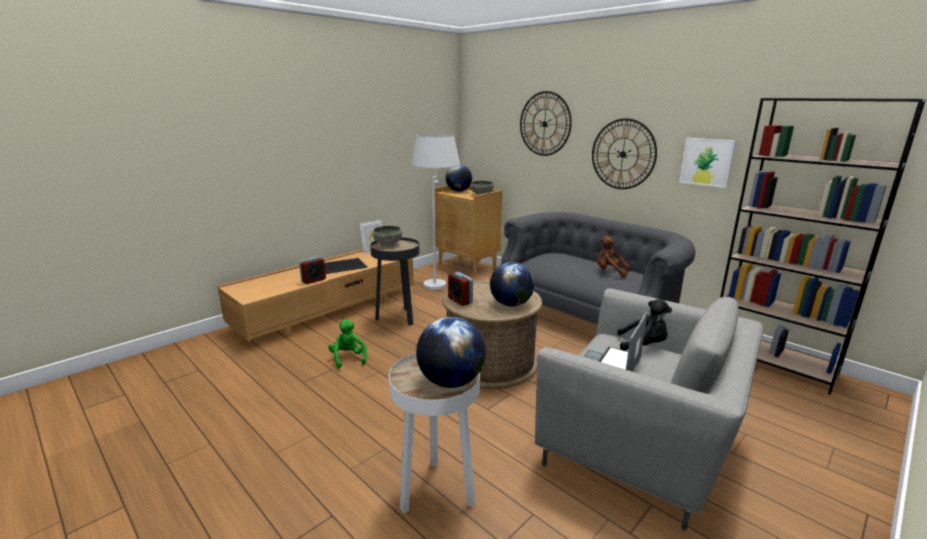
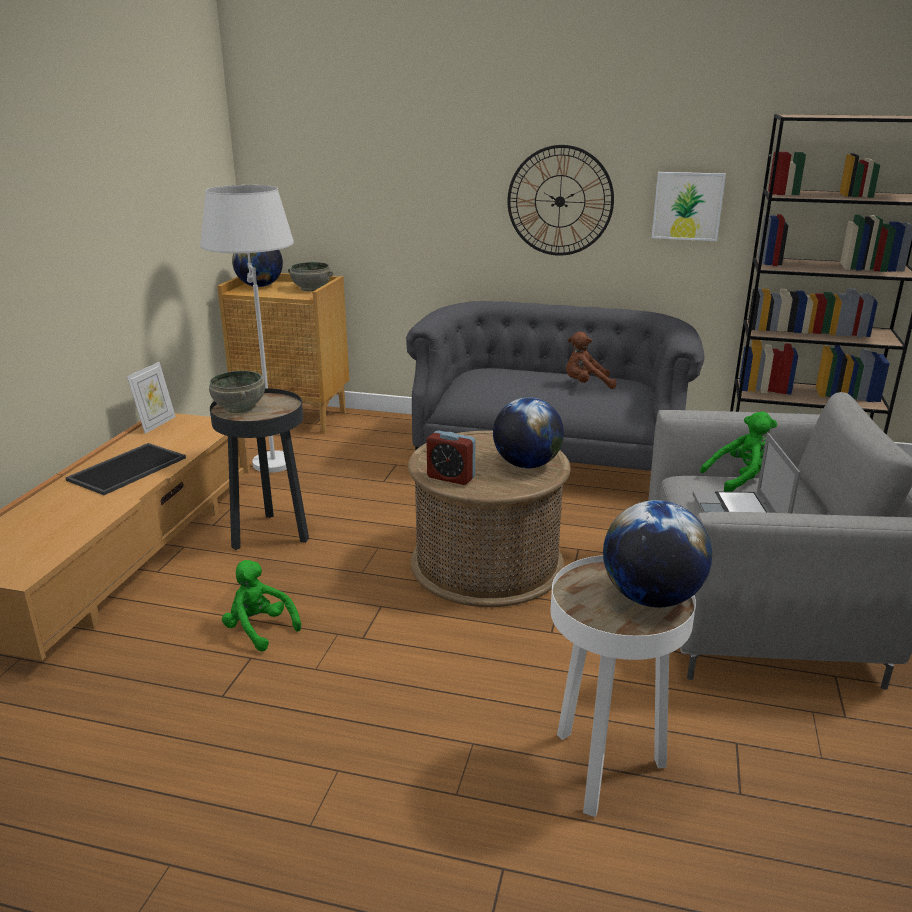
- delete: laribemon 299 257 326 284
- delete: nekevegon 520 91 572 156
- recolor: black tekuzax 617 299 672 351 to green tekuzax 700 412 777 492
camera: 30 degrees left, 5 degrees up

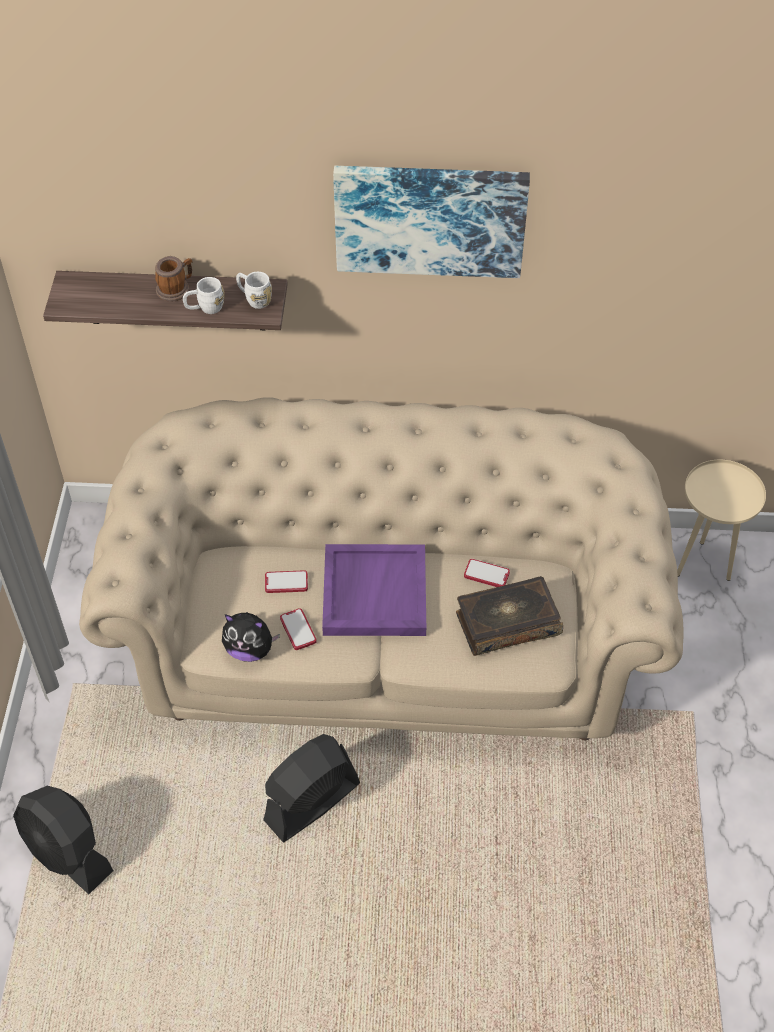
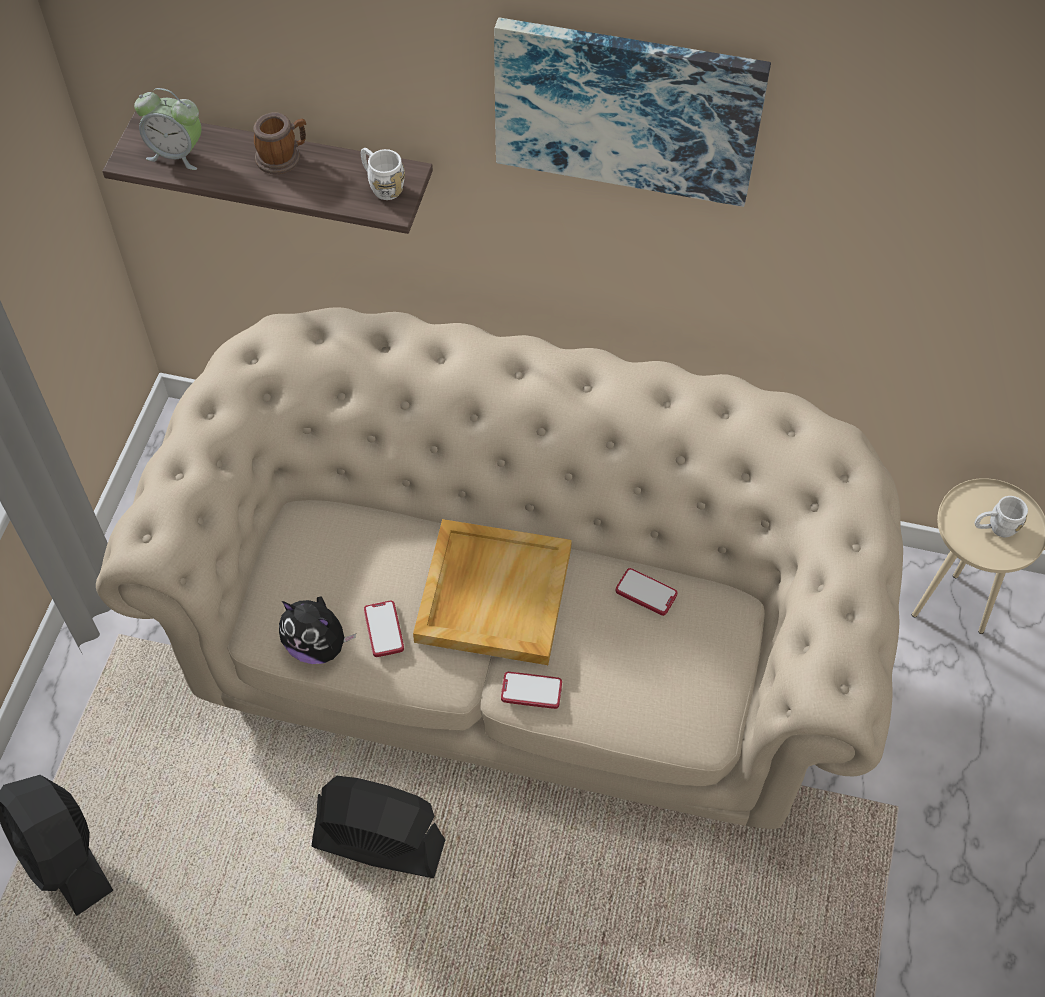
- move: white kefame 183 277 225 314 to 975 496 1028 537
- rotate: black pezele 263 734 360 843 = 311 776 446 878 45 degrees clockwise
- move: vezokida 265 571 308 593 to 501 672 562 709
- recolor: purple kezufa 322 544 426 636 to beige kezufa 413 519 572 665
- delete: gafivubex 456 576 563 656
- insert: laribemon 134 88 201 170
camera: 10 degrees right, 5 degrees up

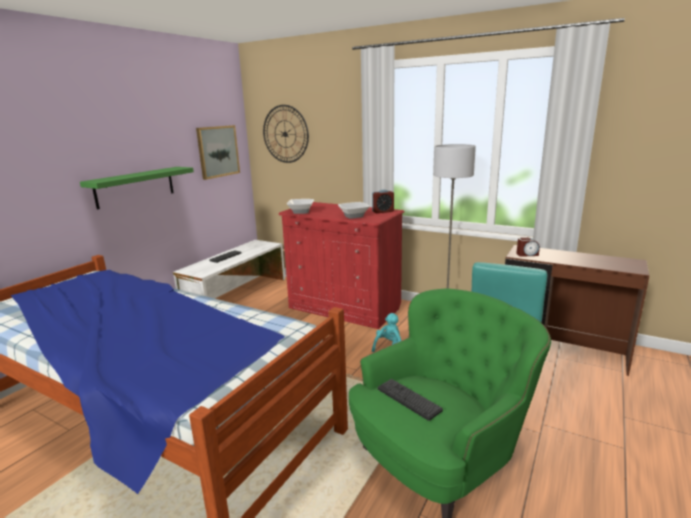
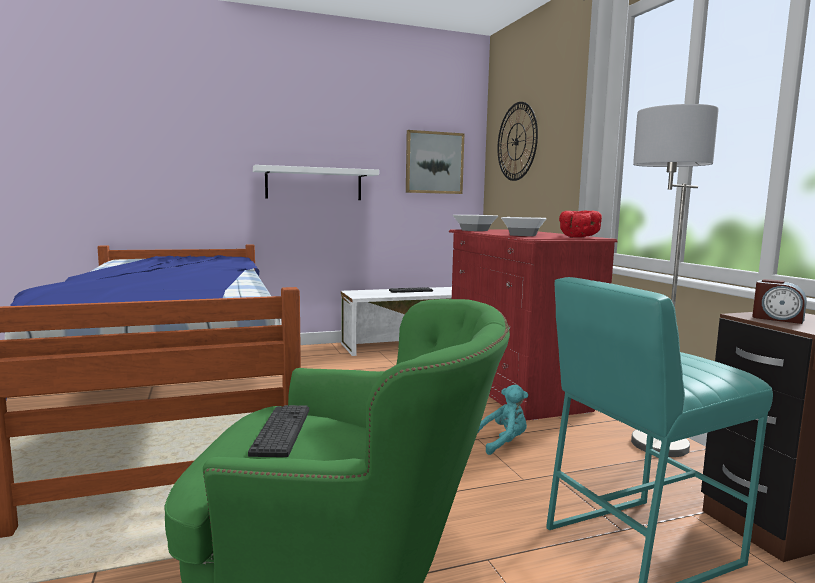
- recolor: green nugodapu 80 167 194 209 to white nugodapu 253 165 379 200
- replace: laribemon 372 190 394 213 to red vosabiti 559 211 602 237
camera: 40 degrees right, 10 degrees down

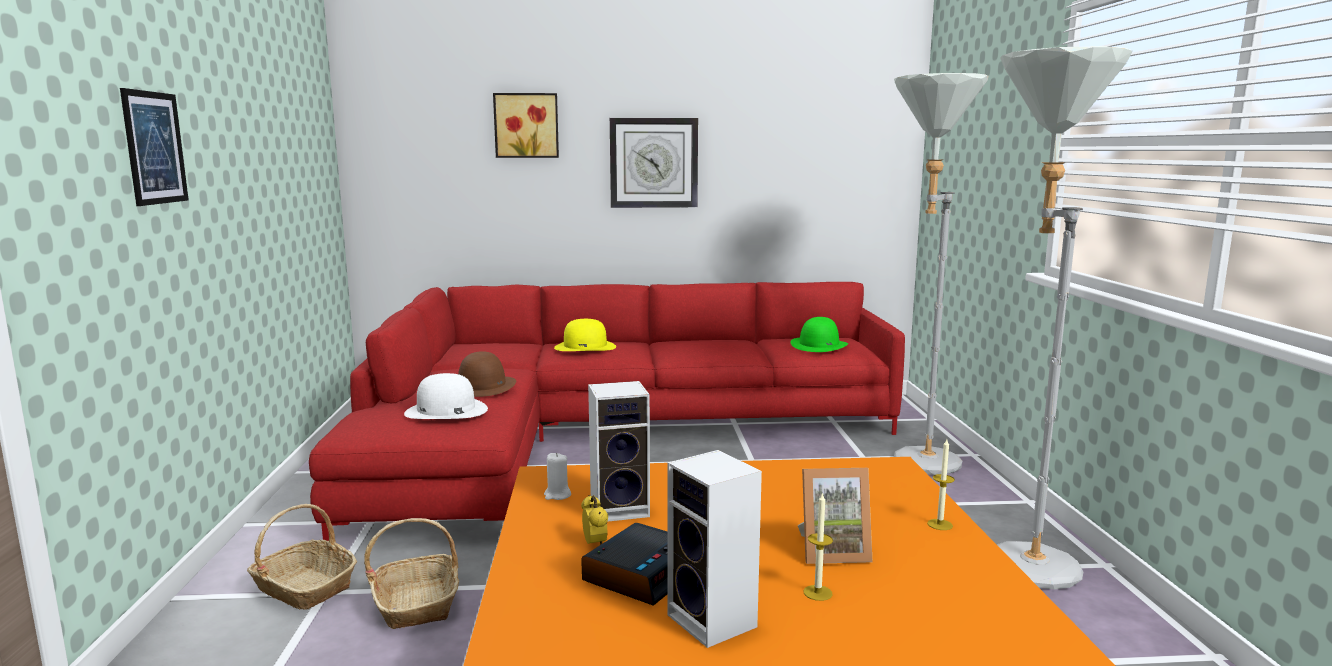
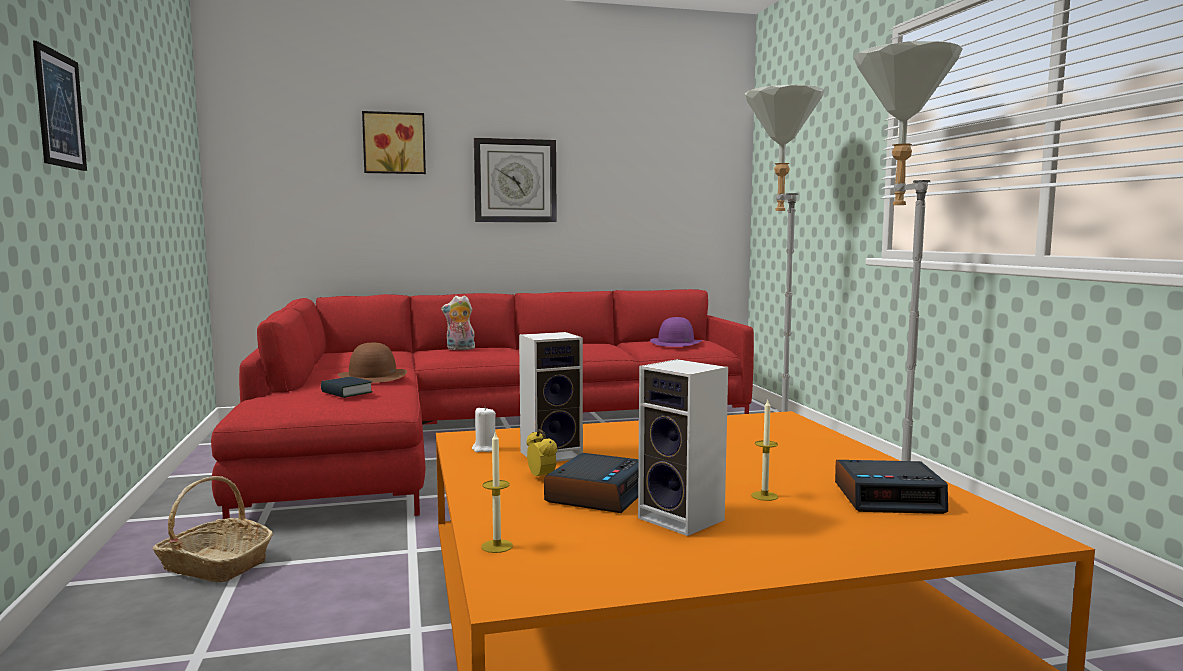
- delete: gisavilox 364 518 459 629
- replace: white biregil 404 373 488 419 to gafivubex 321 377 373 398
- replace: yellow biregil 554 319 616 351 to tekuzax 441 295 475 350
- recolor: green biregil 790 317 848 352 to purple biregil 650 317 702 347
- delete: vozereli 798 468 873 564
- move: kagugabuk 927 439 955 530 to 481 432 513 553
- insert: laribemon 835 460 948 514
camera: 10 degrees left, 5 degrees down

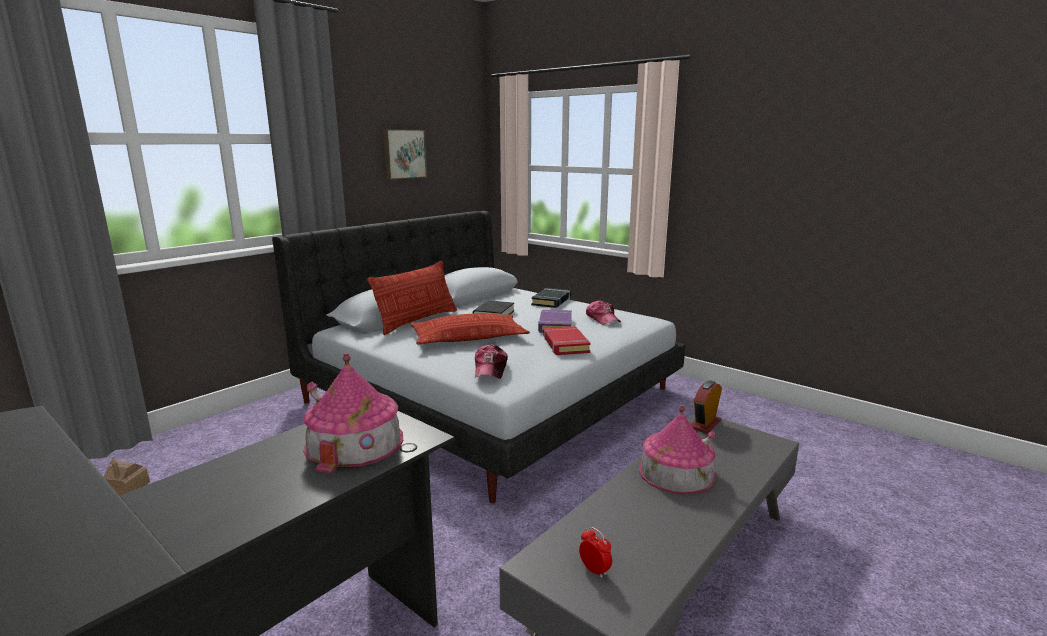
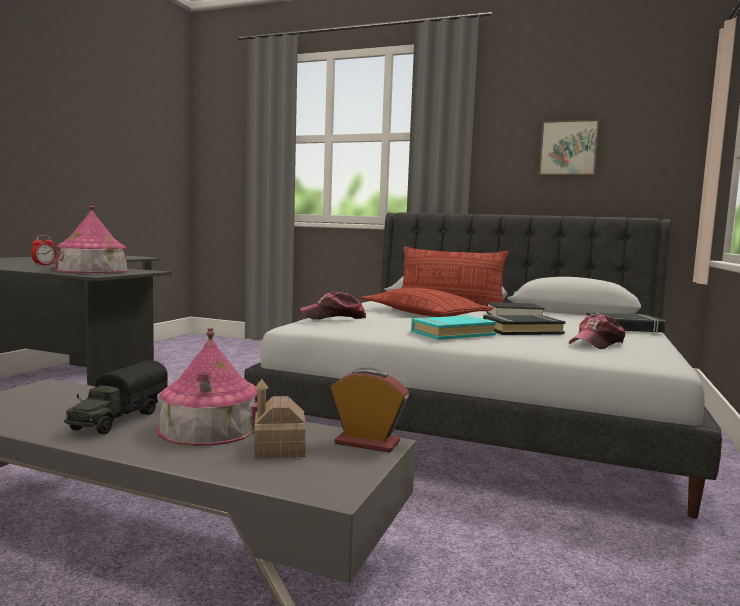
- move: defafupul 104 458 150 496 to 254 379 306 458
- recolor: purple gafivubex 538 310 572 333 to black gafivubex 483 314 566 335
- recolor: red gafivubex 543 326 591 355 to turquoise gafivubex 411 315 497 340
- move: laribemon 579 527 612 578 to 31 235 56 265
- insert: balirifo 64 360 168 434
camera: 70 degrees right, 10 degrees down

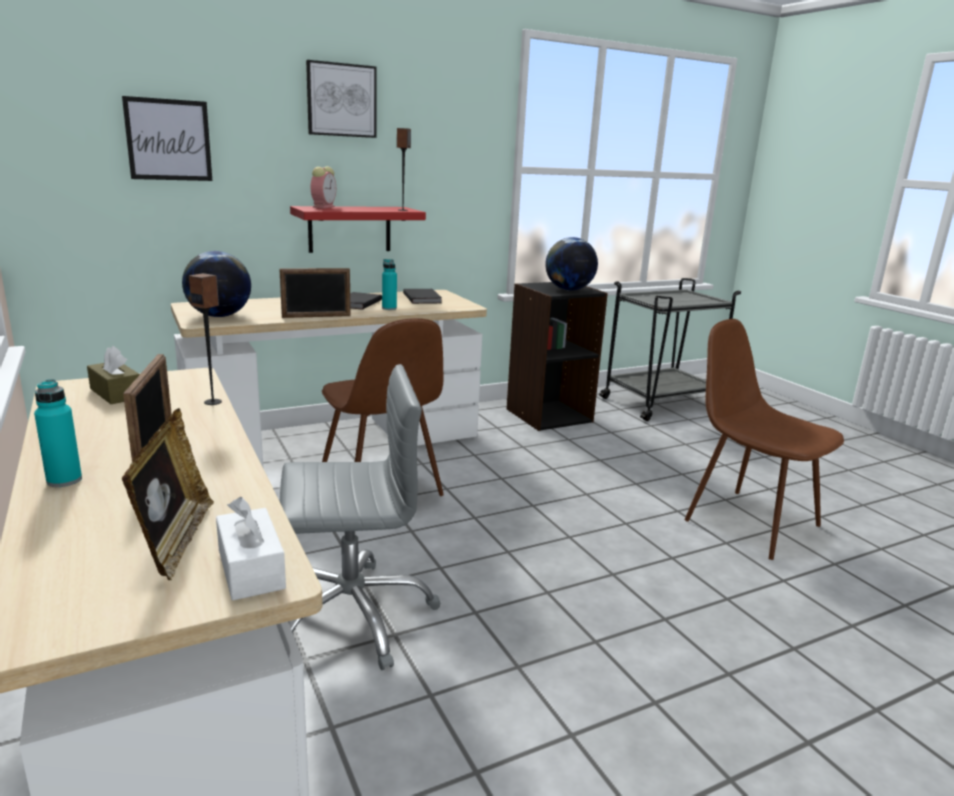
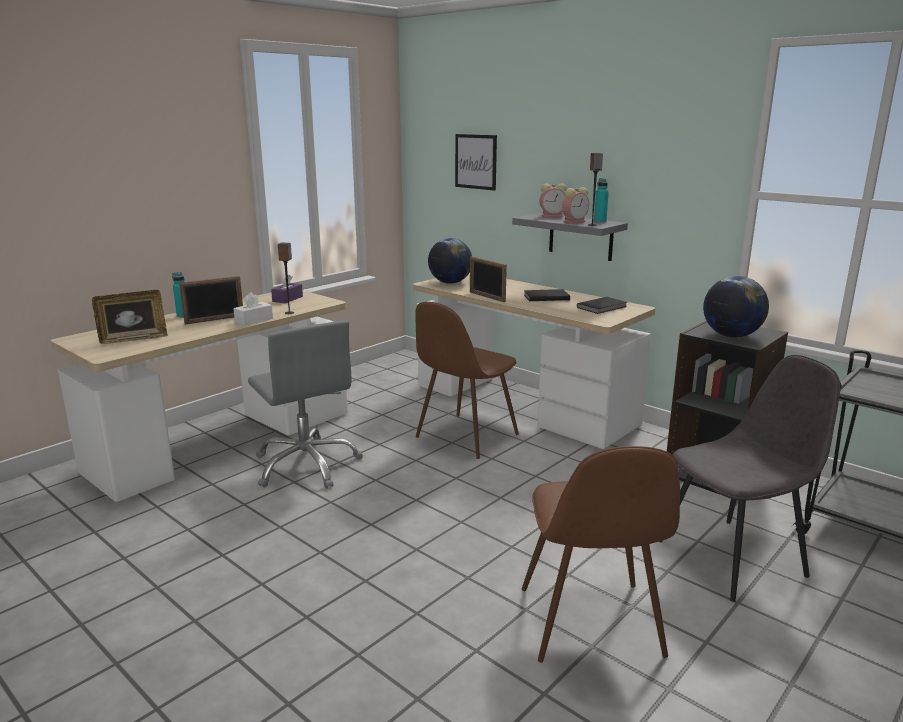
- recolor: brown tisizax 87 346 140 404 to purple tisizax 271 275 303 303
- move: white tisizax 216 497 286 600 to 233 292 273 326
- recolor: red nugodapu 290 206 426 253 to grey nugodapu 512 213 628 261
- delete: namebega 306 60 377 138
- move: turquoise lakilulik 382 259 397 310 to 594 178 609 223
- rotate: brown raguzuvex 685 319 844 560 = 522 446 680 663 150 degrees clockwise
- insert: laribemon 562 187 589 224
- insert: grey raguzuvex 659 355 840 602
camera: 70 degrees right, 0 degrees up

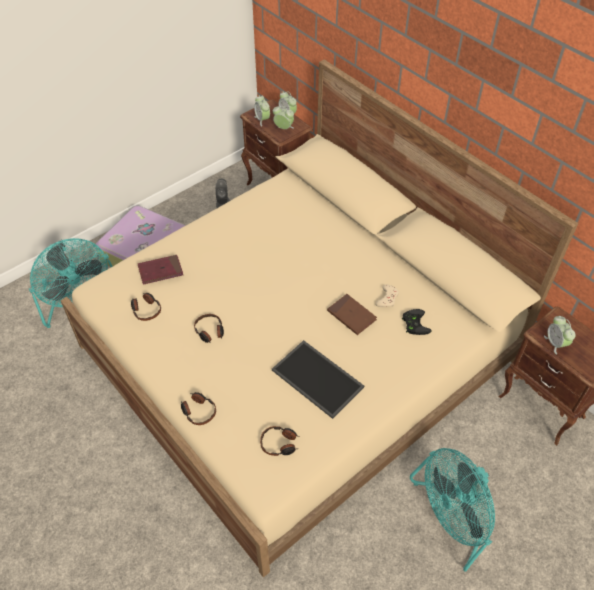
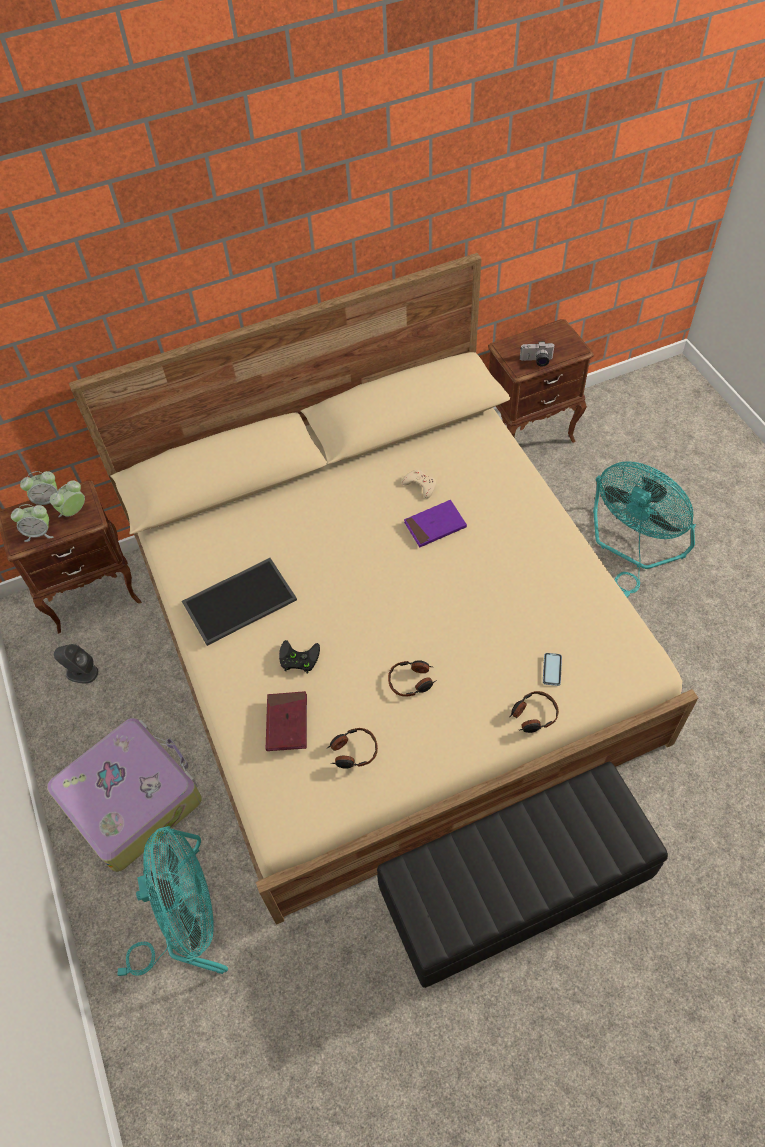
- delete: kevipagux 260 426 300 456
- move: kezufa 272 340 364 419 to 182 558 297 646
- recolor: brown gafivubex 327 294 377 335 to purple gafivubex 404 500 467 547
- move: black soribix 402 309 432 335 to 279 640 320 673
- rotate: turquoise pezele 410 448 495 572 = 593 462 696 597 135 degrees counterclockwise
- replace: laribemon 544 316 576 355 to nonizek 520 341 555 367
- insert: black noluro 377 762 668 988
- insert: vezokida 543 653 562 686
camera: 70 degrees left, 5 degrees up

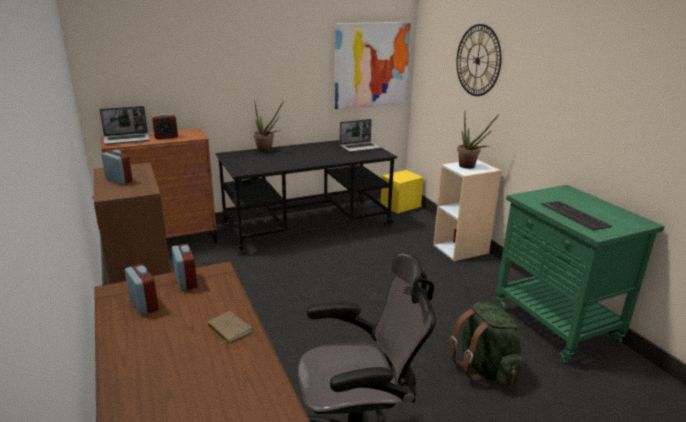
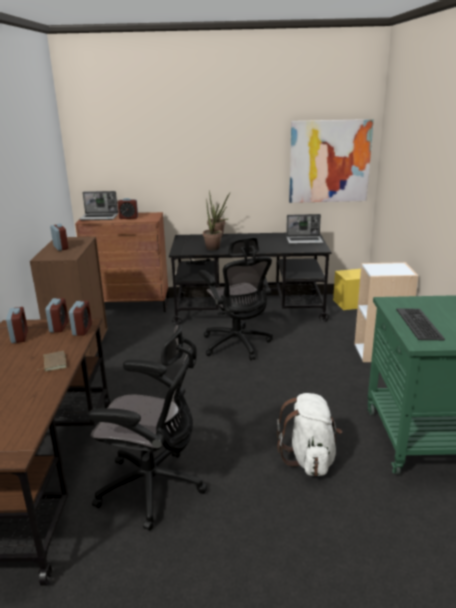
- recolor: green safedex 450 302 522 386 to white safedex 277 393 342 476
- delete: nekevegon 456 24 502 96
- move: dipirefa 457 113 499 169 to 203 198 222 250
- insert: laribemon 69 301 92 336
- insert: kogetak 199 237 273 360
camera: 25 degrees right, 0 degrees up

